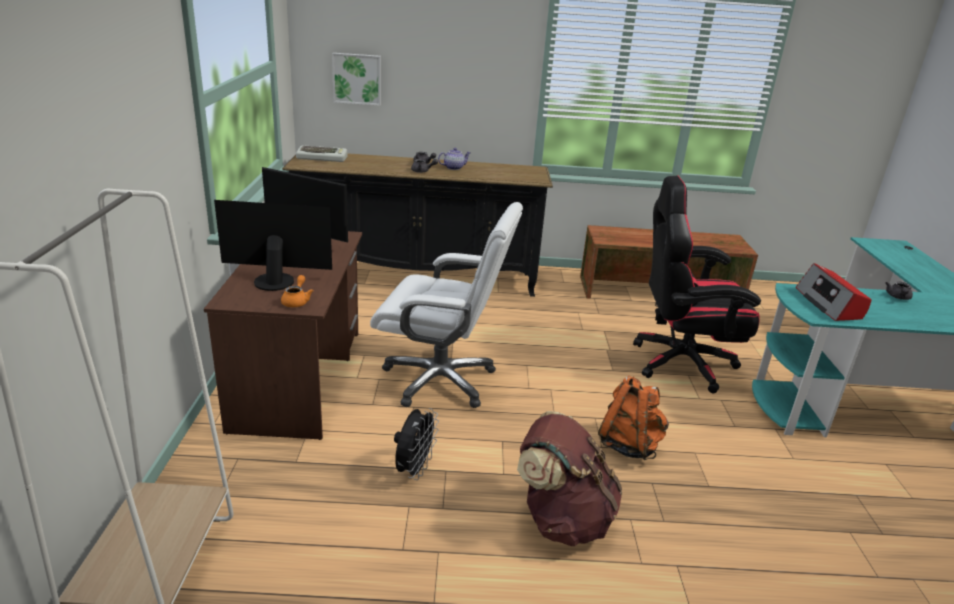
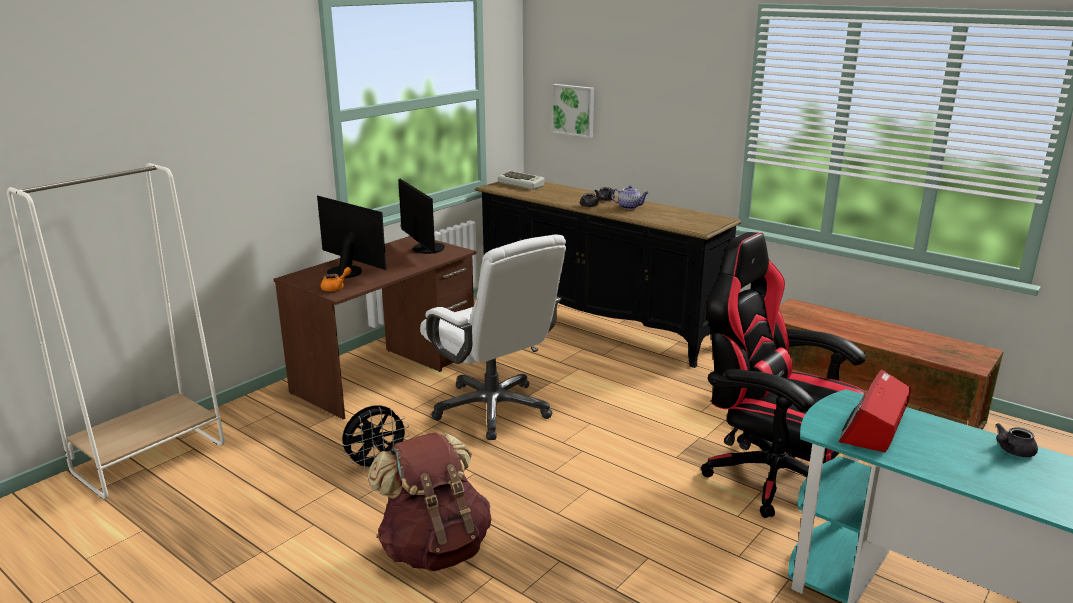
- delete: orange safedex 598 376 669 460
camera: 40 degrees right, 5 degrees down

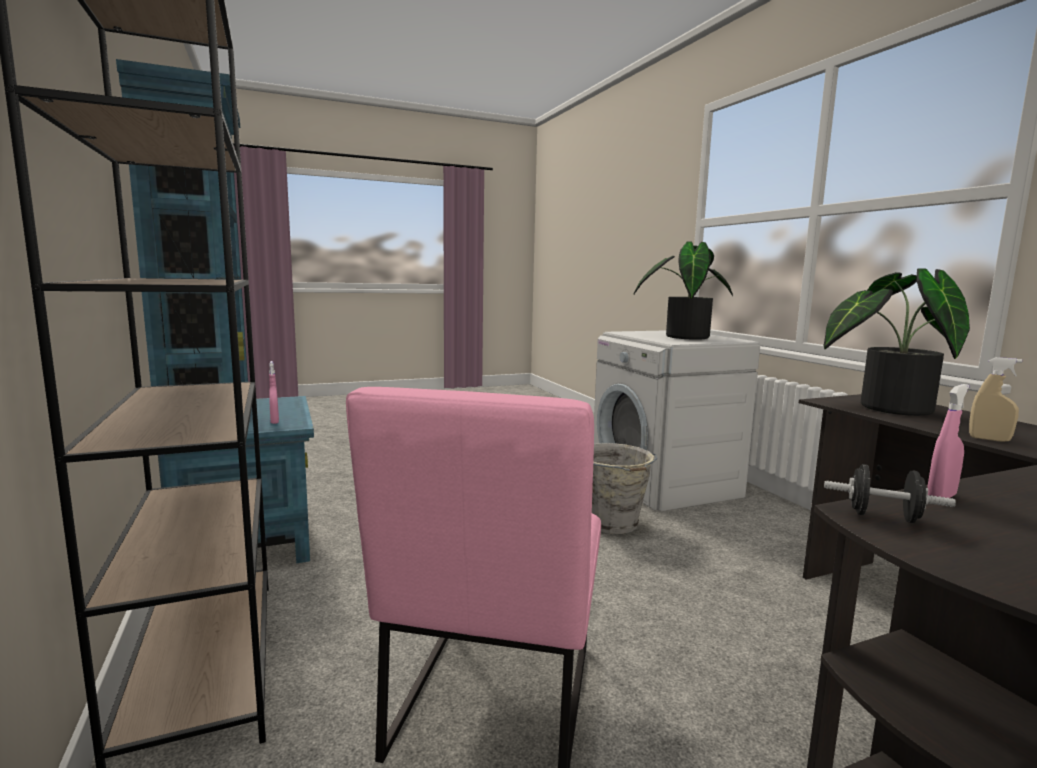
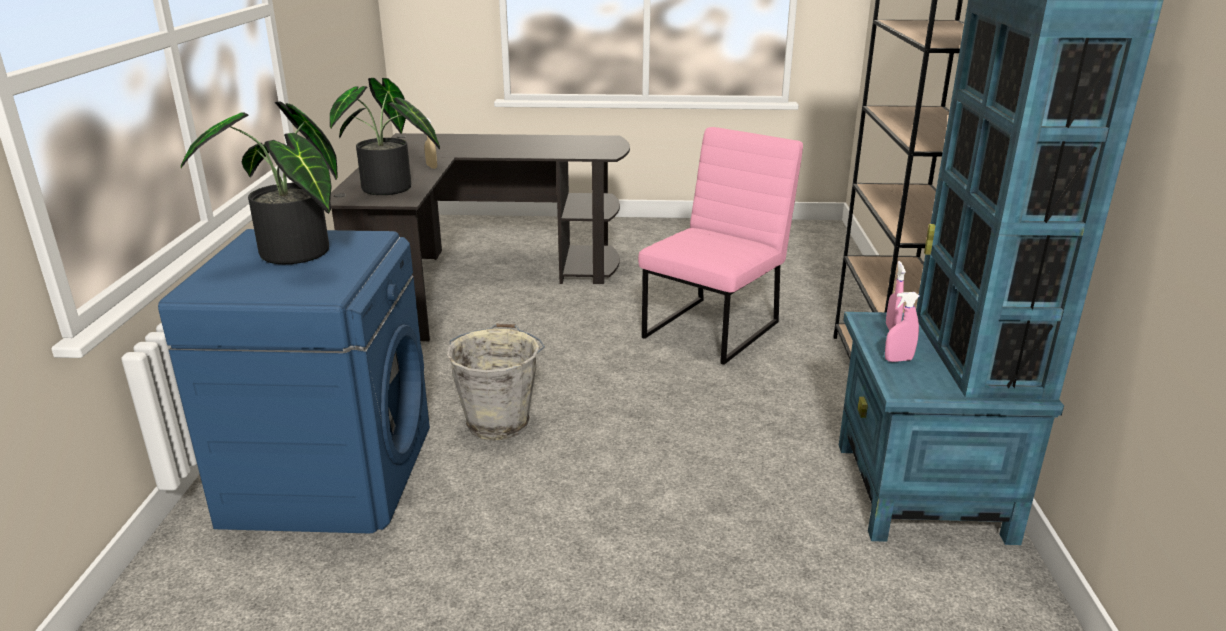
- recolor: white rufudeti 594 330 760 511 to blue rufudeti 158 229 430 533
- delete: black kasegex 824 464 956 523
- move: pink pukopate 927 384 969 498 to 885 292 919 362
camera: 155 degrees left, 15 degrees up

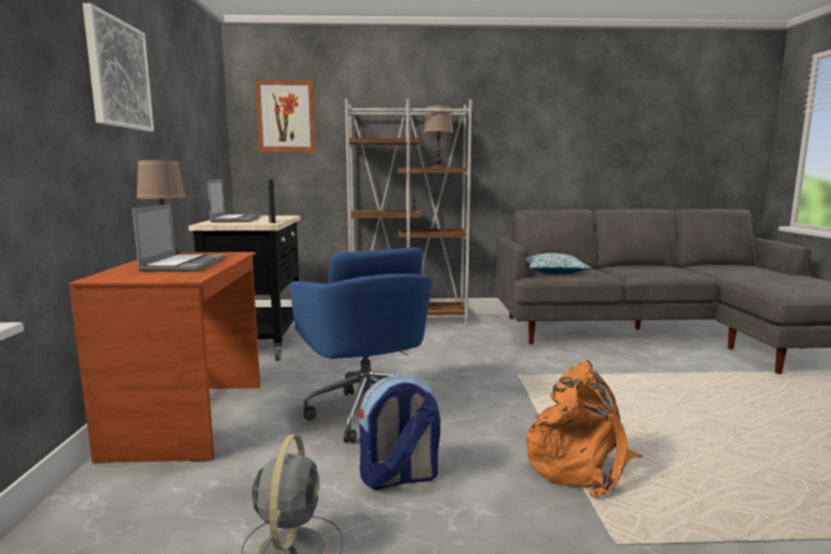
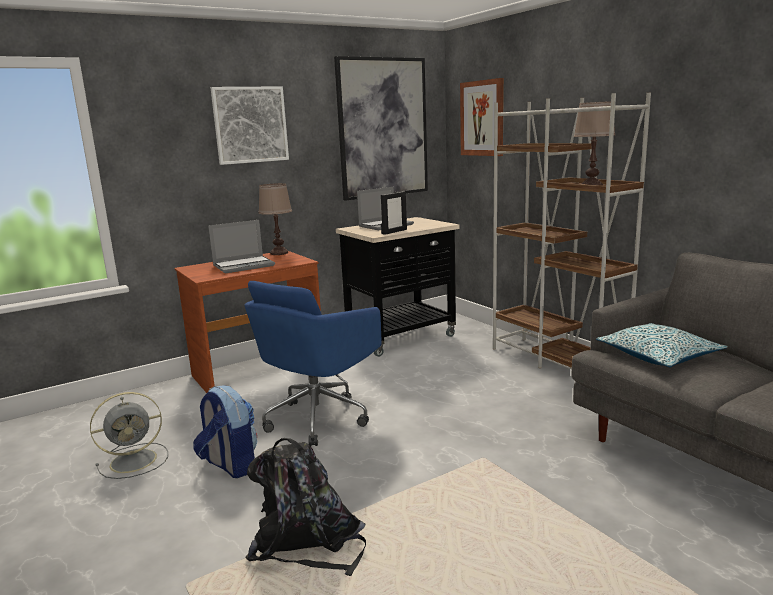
- recolor: orange safedex 526 360 643 498 to black safedex 245 438 366 576
- insert: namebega 334 56 428 201
camera: 60 degrees right, 5 degrees up

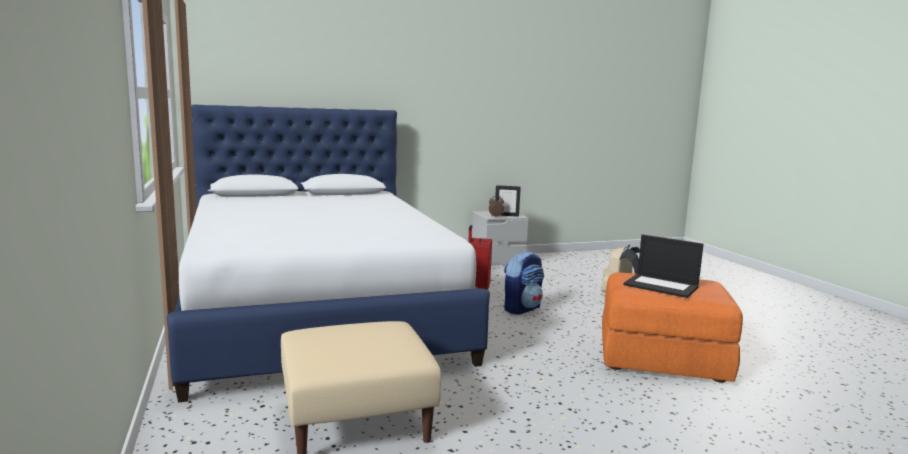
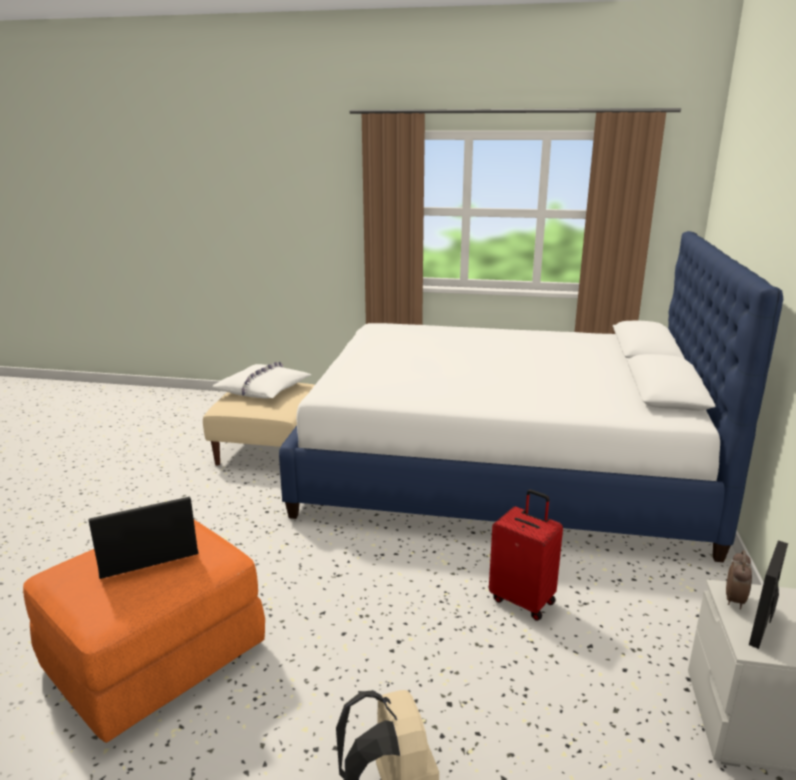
- delete: safedex 504 251 544 315
- insert: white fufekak 212 362 311 398
camera: 120 degrees right, 10 degrees up

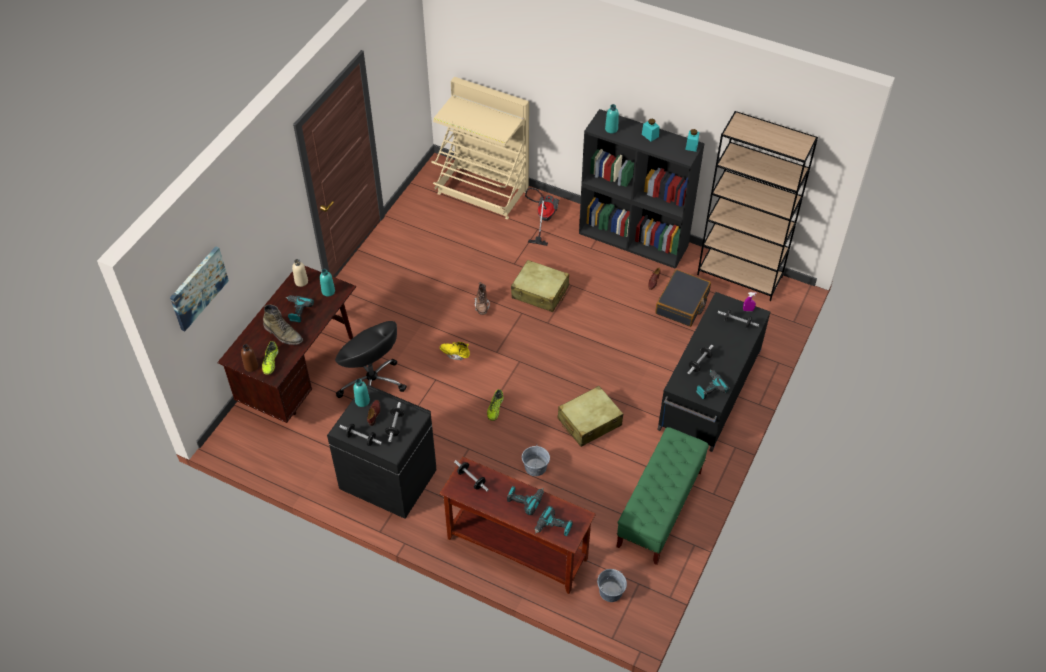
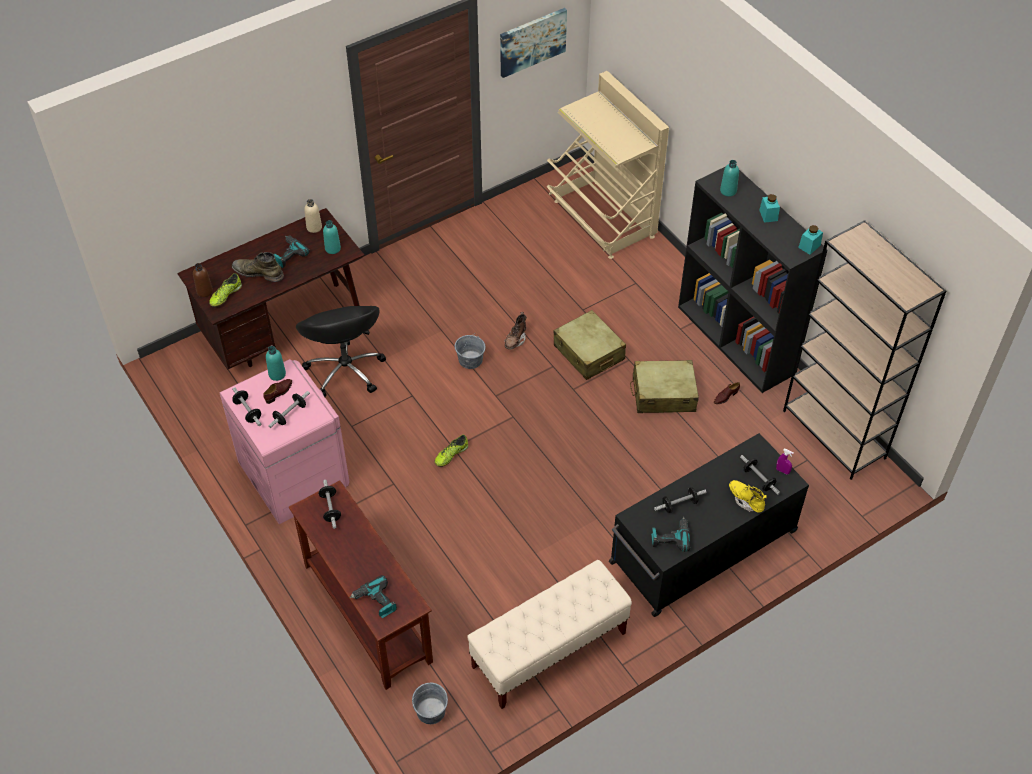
- move: namebega 170 247 229 331 to 500 8 567 78
- rotate: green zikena 263 305 303 345 = 232 252 284 282 135 degrees clockwise
- recolor: black rufudeti 327 385 436 519 to pink rufudeti 219 359 350 524
- move: yellow zikena 440 342 470 360 to 729 480 767 513
- delete: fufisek 507 486 544 515
- move: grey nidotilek 522 445 550 476 to 455 333 485 369
- delete: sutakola 525 188 559 246
- move: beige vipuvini 558 386 623 447 to 630 360 699 413
- recolor: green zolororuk 617 427 709 565 to beige zolororuk 467 560 632 709
- delete: black vipuvini 655 269 711 327
camera: 30 degrees right, 0 degrees up

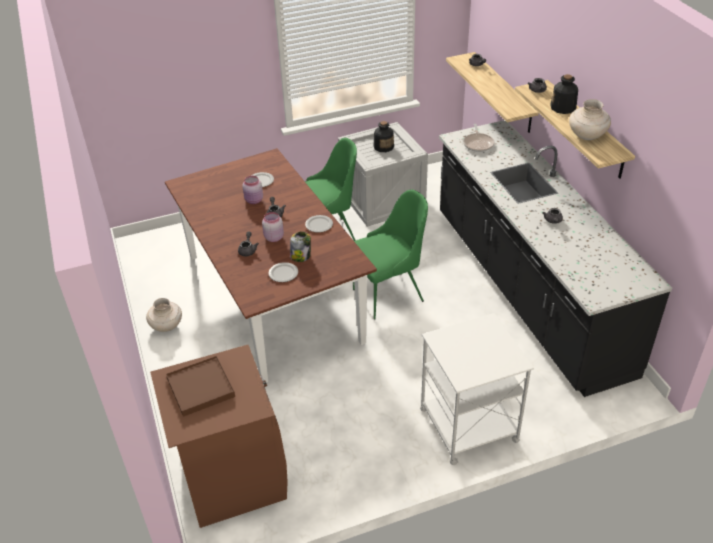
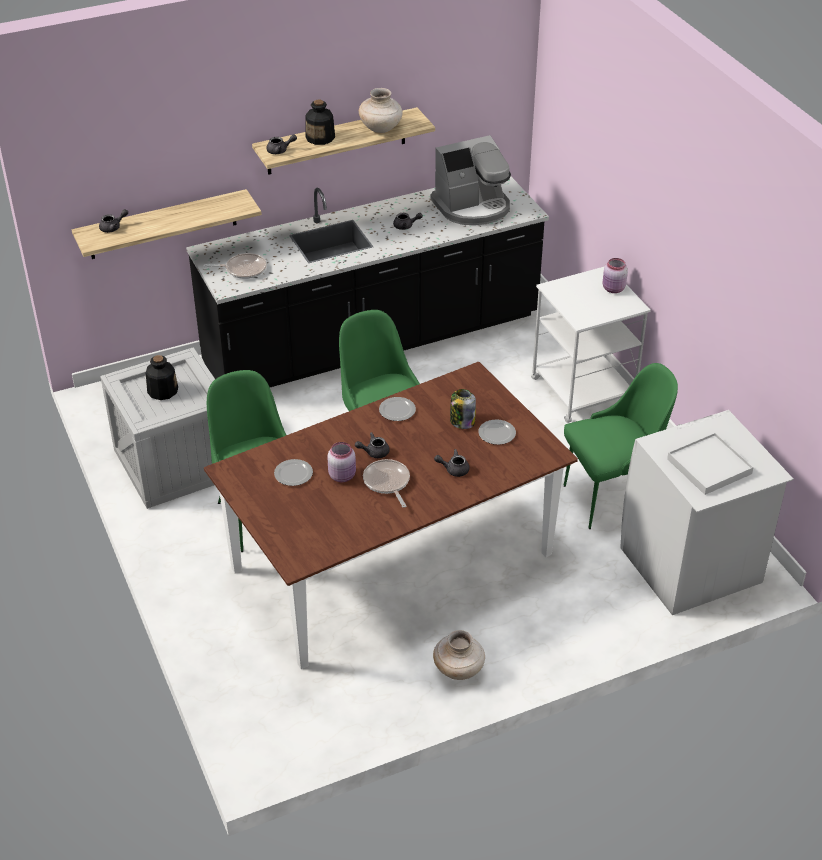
- recolor: brown rufudeti 150 345 288 528 to white rufudeti 620 410 794 615
- recolor: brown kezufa 166 356 235 417 to white kezufa 667 433 754 495
- move: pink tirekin 262 212 284 242 to 602 258 628 293
- insert: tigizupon 363 459 410 508
- insert: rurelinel 430 135 511 225
- insert: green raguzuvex 564 363 678 529
camera: 95 degrees left, 0 degrees up

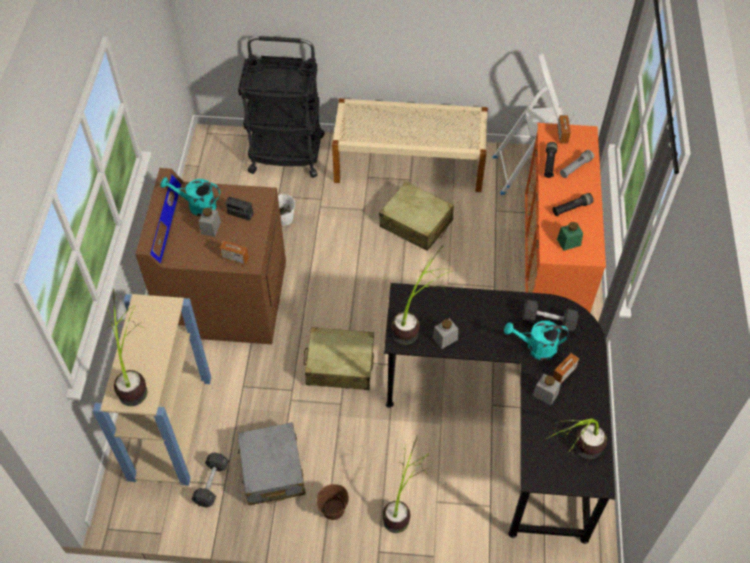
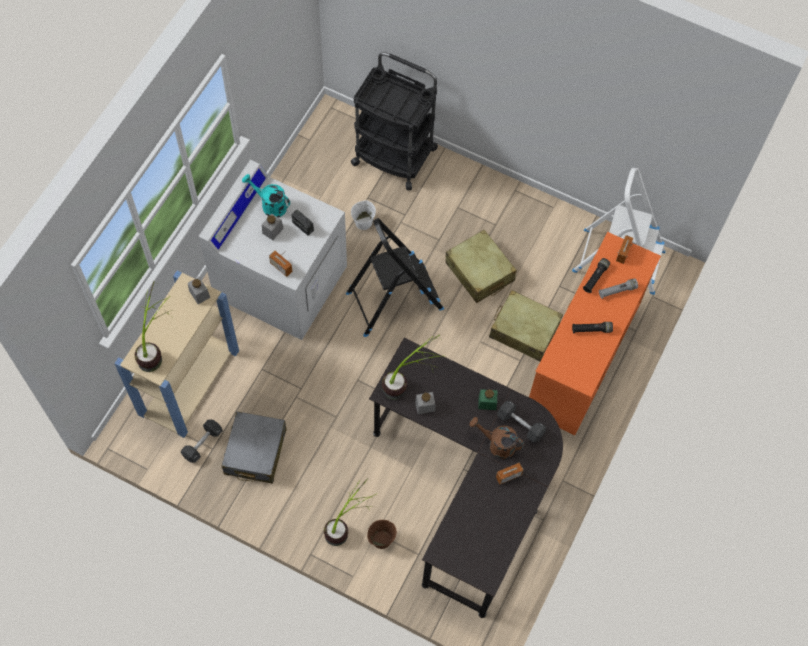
- recolor: brown rufudeti 135 168 286 344 to white rufudeti 198 160 347 340
- move: beige vipuvini 304 327 374 390 to 489 290 563 361
- move: brown nidotilek 317 484 349 520 to 367 520 397 549
- delete: beige zolororuk 332 98 488 192
- recolor: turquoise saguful 504 321 569 360 to brown saguful 469 417 524 459
- move: grey tirekin 532 374 561 406 to 188 277 210 304
- delete: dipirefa 546 418 607 459
- move: green tirekin 557 222 583 251 to 478 389 498 410
- insert: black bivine 346 218 444 337
camera: 20 degrees right, 10 degrees up

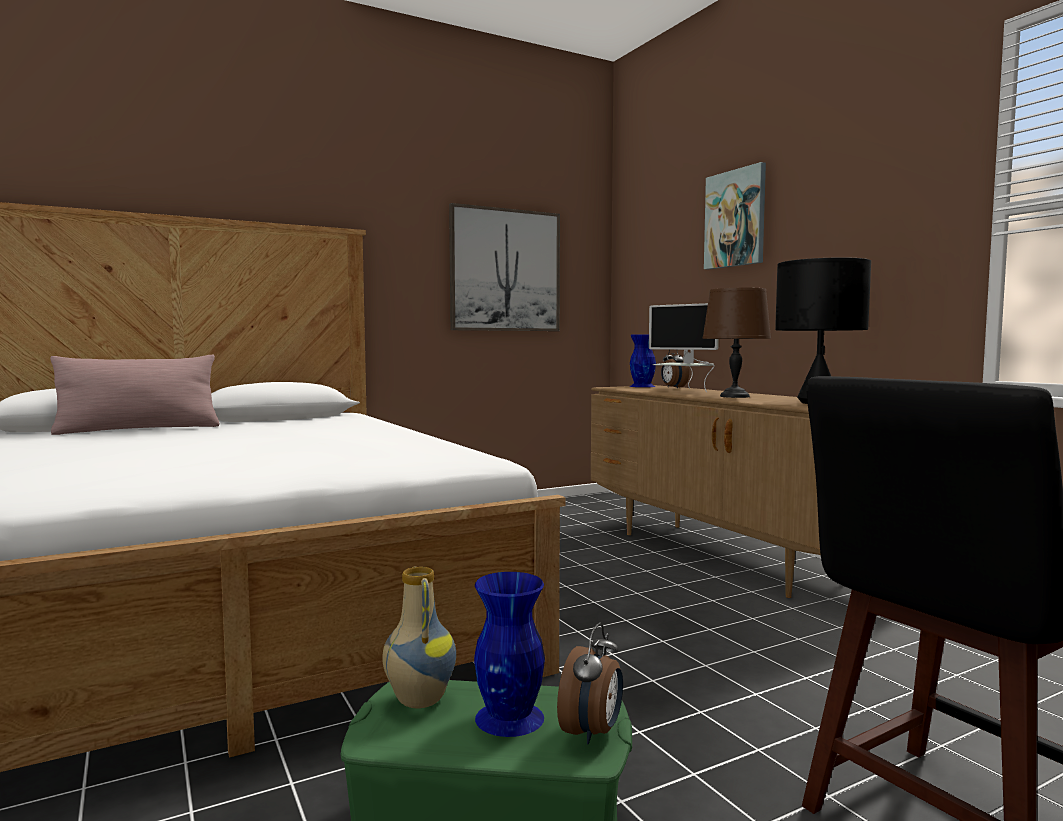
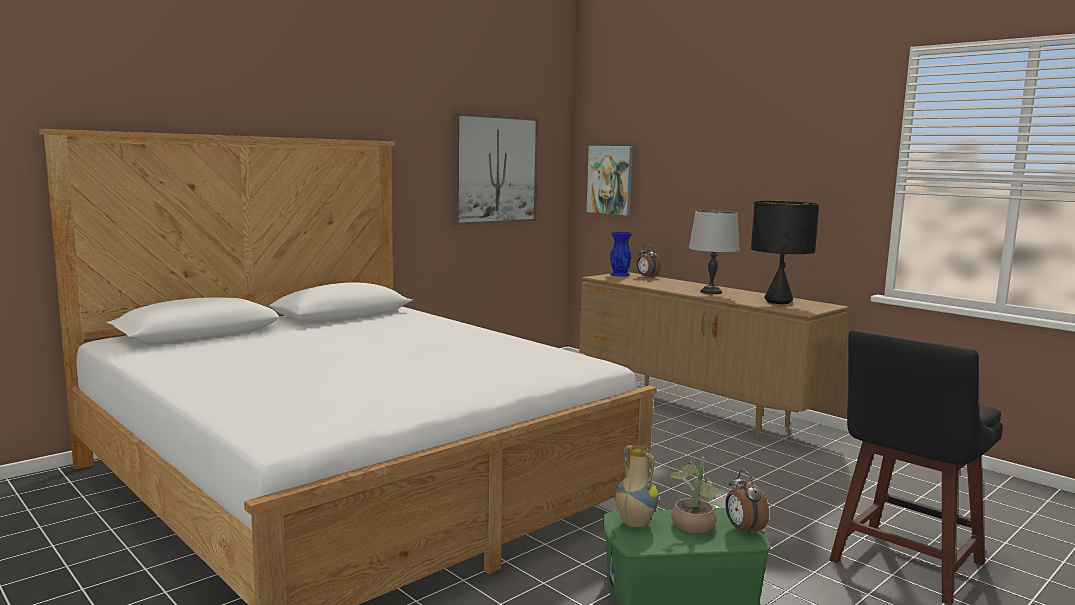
- delete: pink fufekak 50 355 219 435
- replace: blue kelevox 474 572 545 737 to dipirefa 670 457 718 533
- rotate: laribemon 557 622 623 745 = 725 470 769 535 150 degrees clockwise
- delete: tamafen 649 303 719 393
- recolor: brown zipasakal 702 288 771 398 to grey zipasakal 689 211 740 294
- move: namebega 704 162 766 270 to 586 146 633 216
camera: 15 degrees left, 5 degrees up

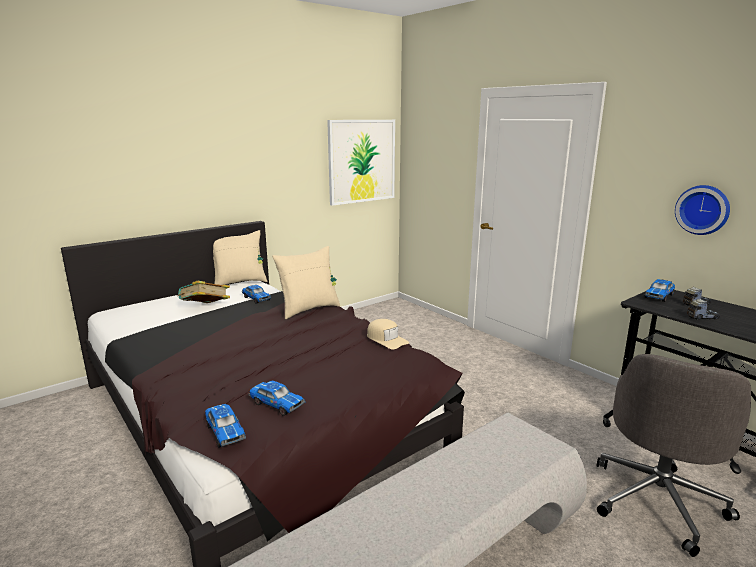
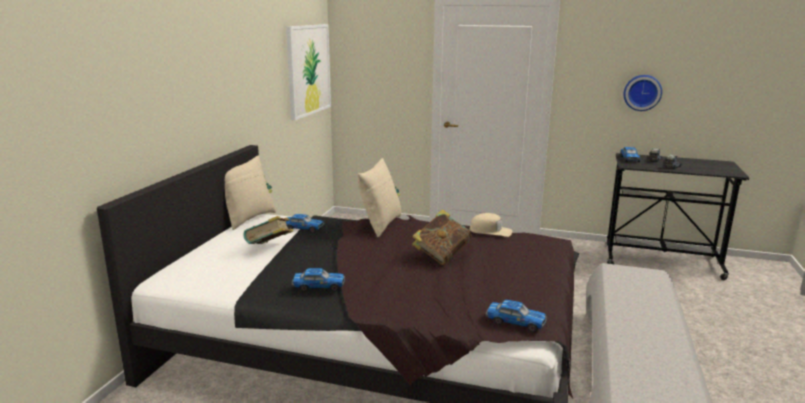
- move: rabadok 248 381 305 416 to 292 268 345 292
- delete: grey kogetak 596 354 751 557
- insert: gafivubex 412 209 472 265
camera: 35 degrees left, 0 degrees up

